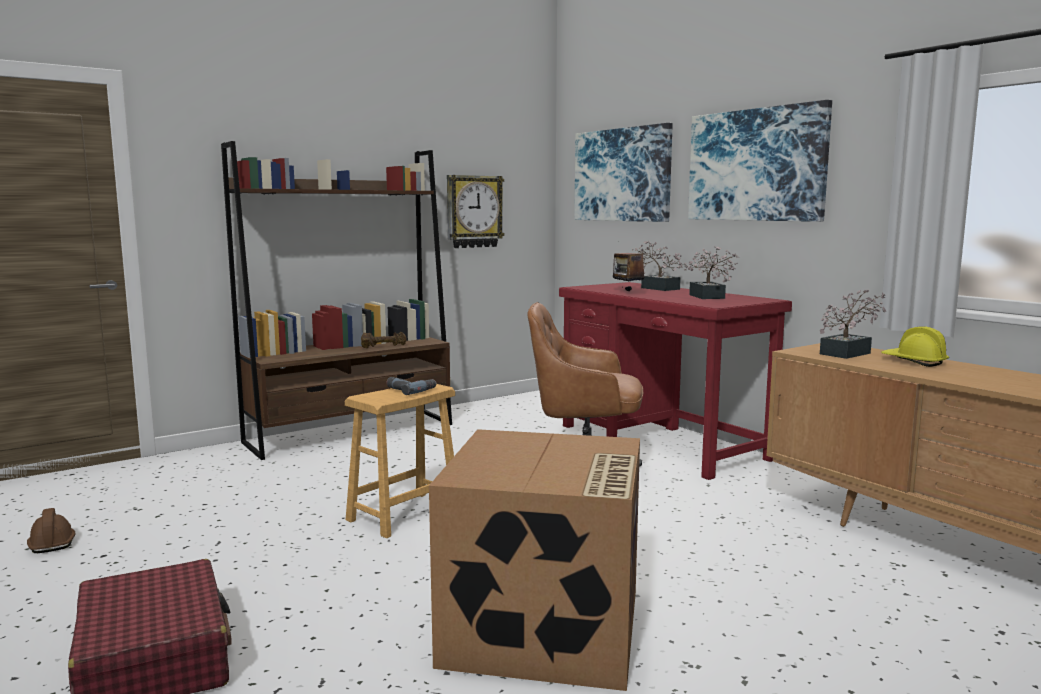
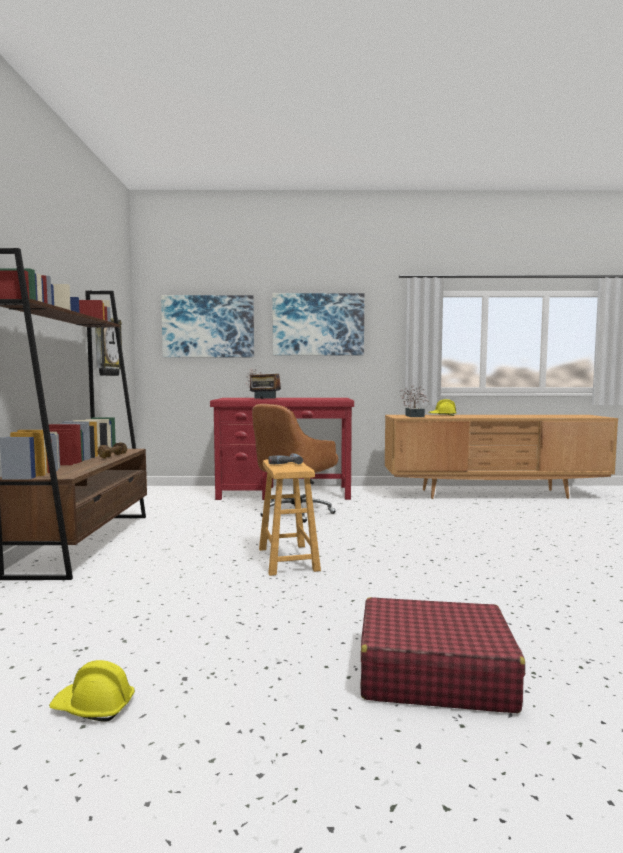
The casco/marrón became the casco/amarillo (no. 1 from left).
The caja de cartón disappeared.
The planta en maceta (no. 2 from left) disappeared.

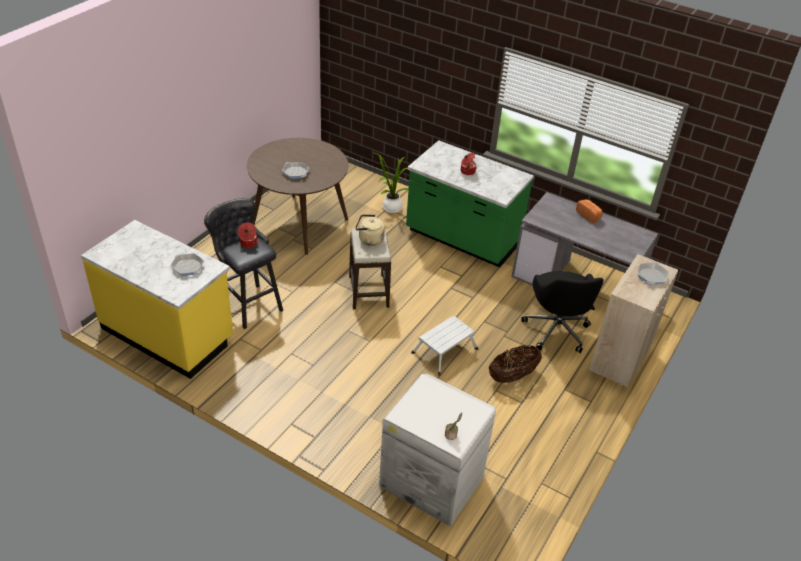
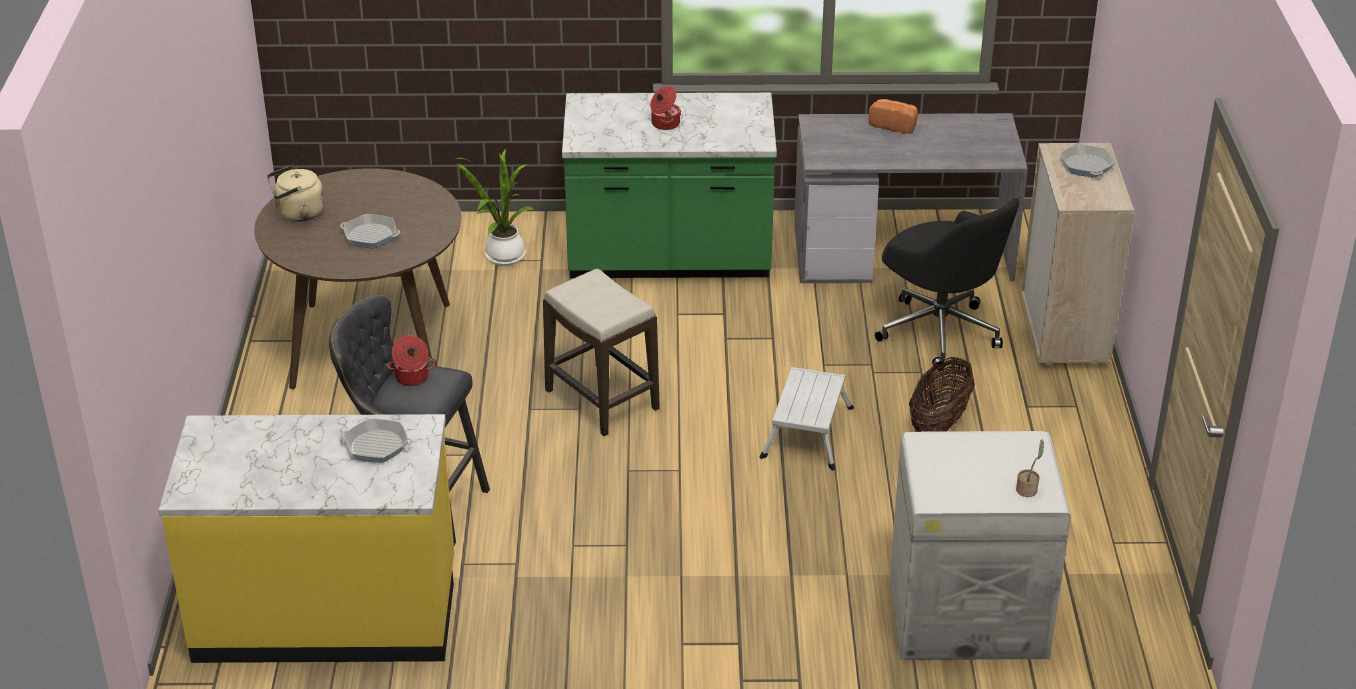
The hervidor/beis moved.

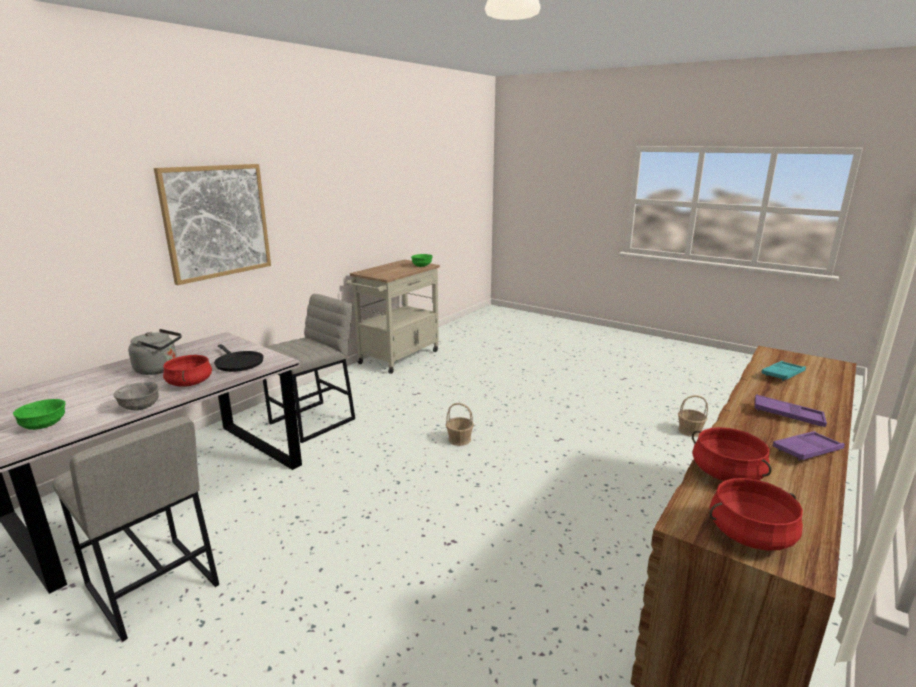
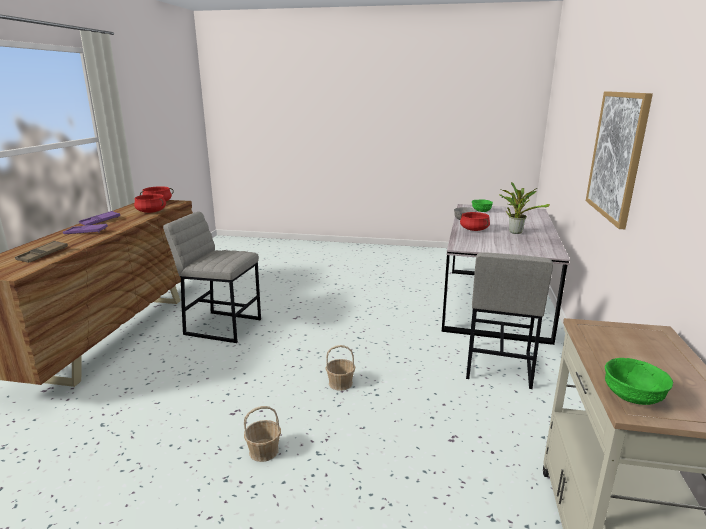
The silla/gris (no. 1 from left) moved.
The hervidor/gris was replaced by the planta en maceta.
The sartén/negro disappeared.
The cesta (no. 2 from left in the first image) moved.
The bandeja/turquesa became the bandeja/marrón.

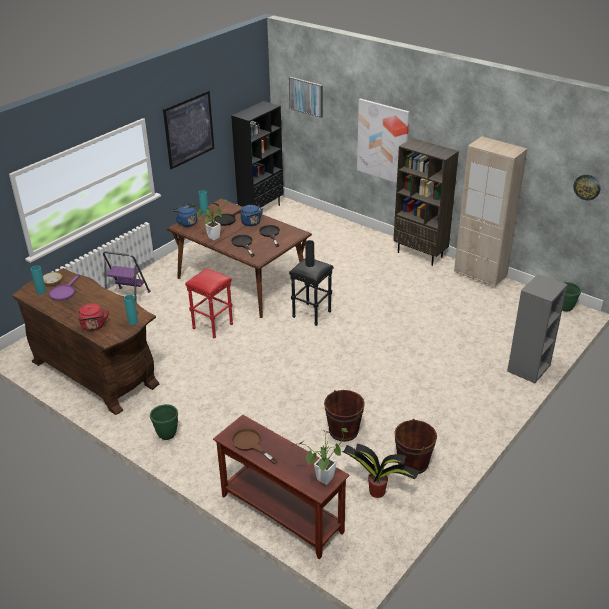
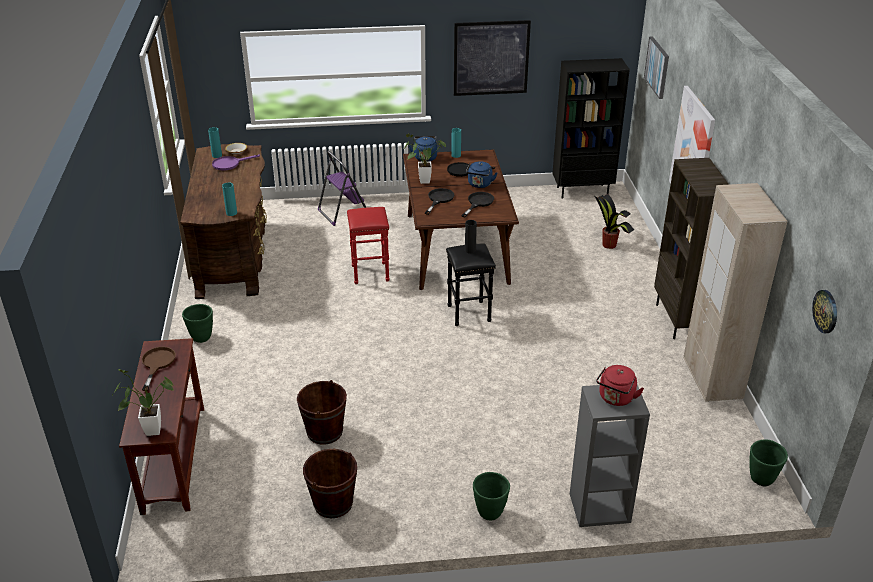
The hervidor/rojo moved.
The planta en maceta (no. 3 from left) moved.
The maceta/verde (no. 2 from left) appeared.

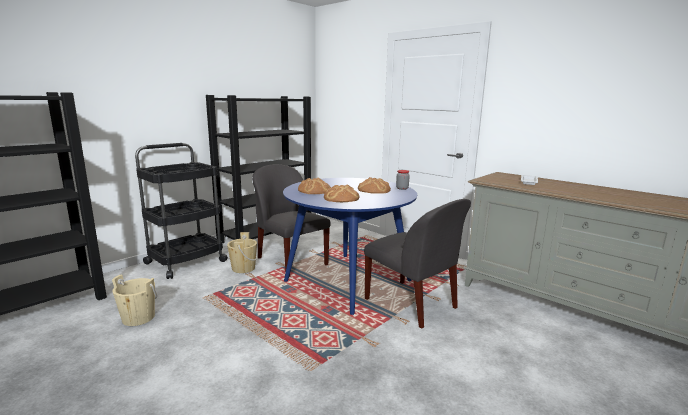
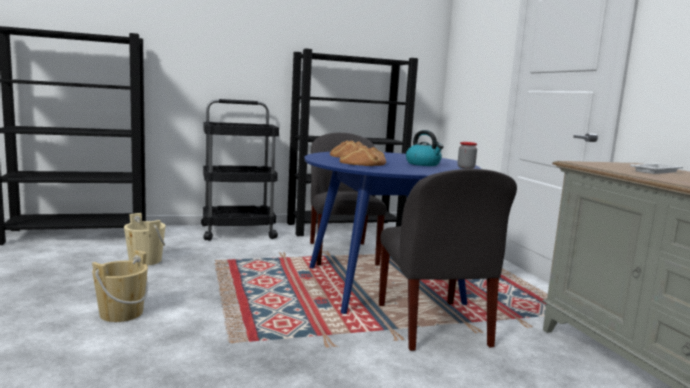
The cubo/beis (no. 2 from left in the first image) moved.
The pan (no. 3 from left) was replaced by the hervidor.

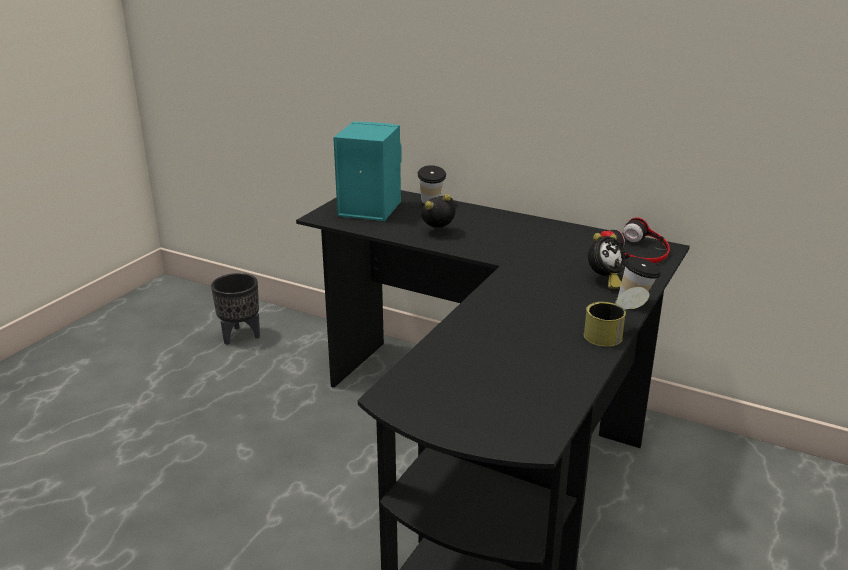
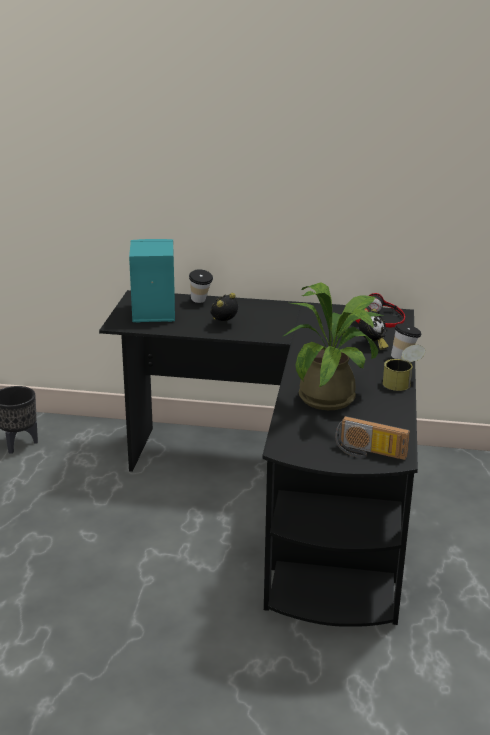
The planta en maceta appeared.
The radio appeared.

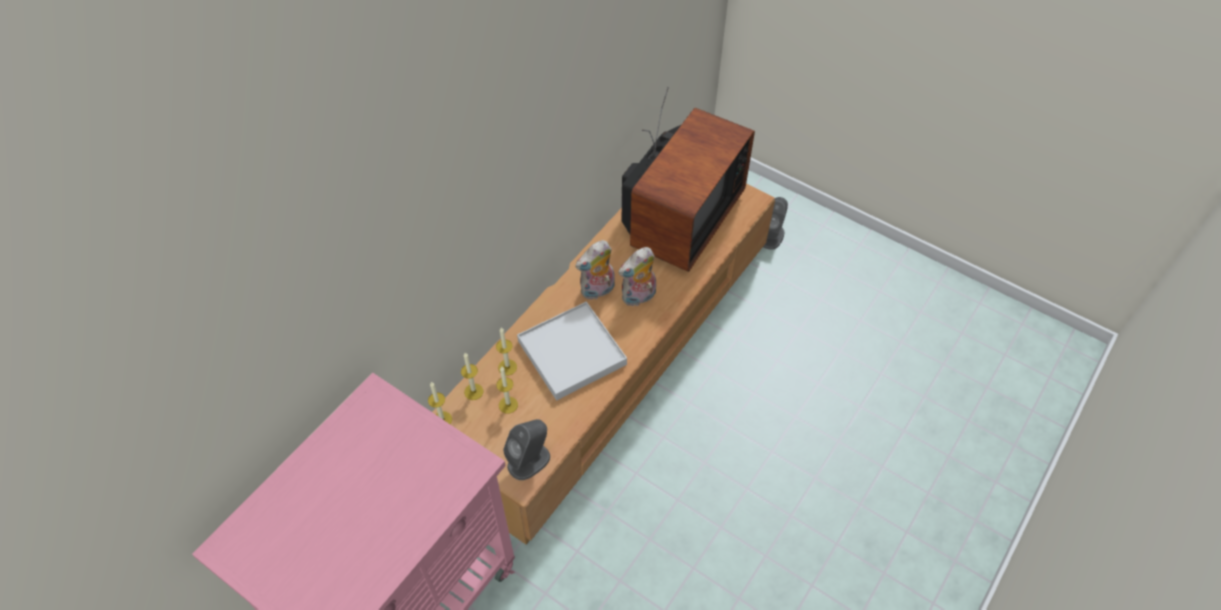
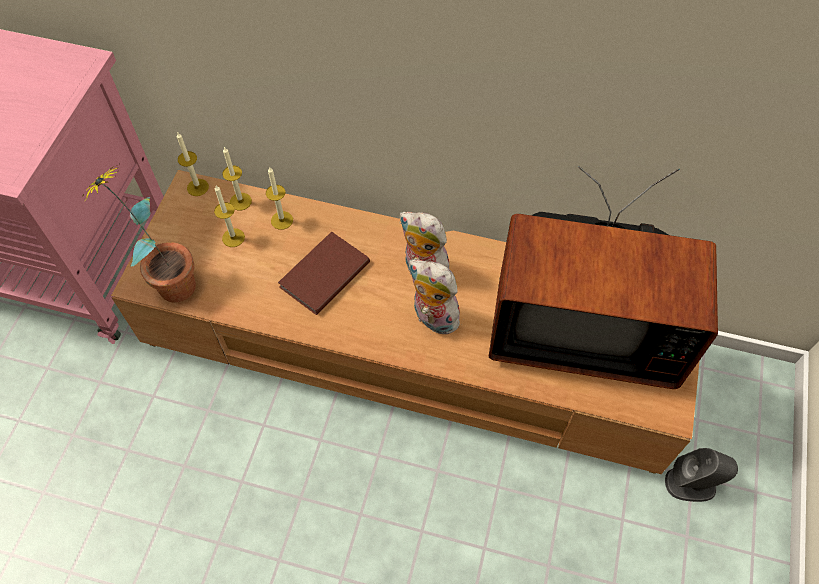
The altavoz/gris (no. 1 from left) was replaced by the planta en maceta.
The bandeja/blanco was replaced by the libro/marrón.

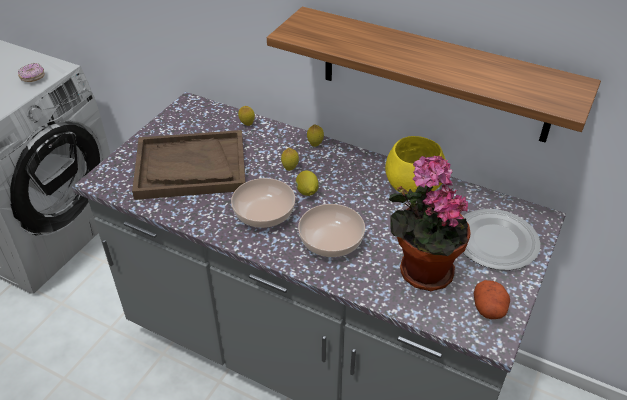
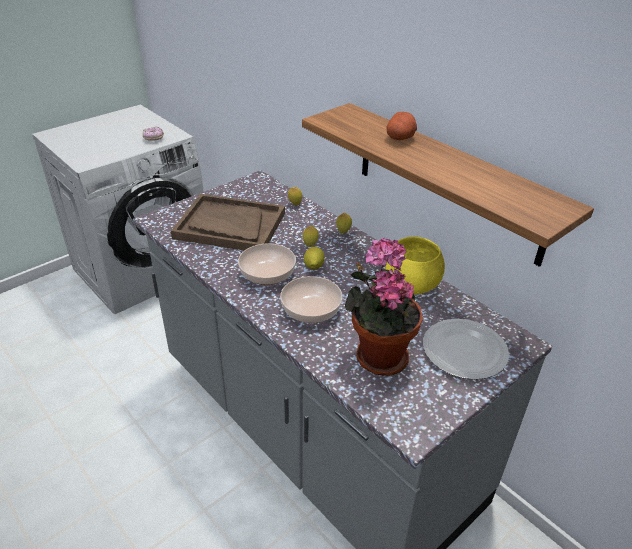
The patata moved.

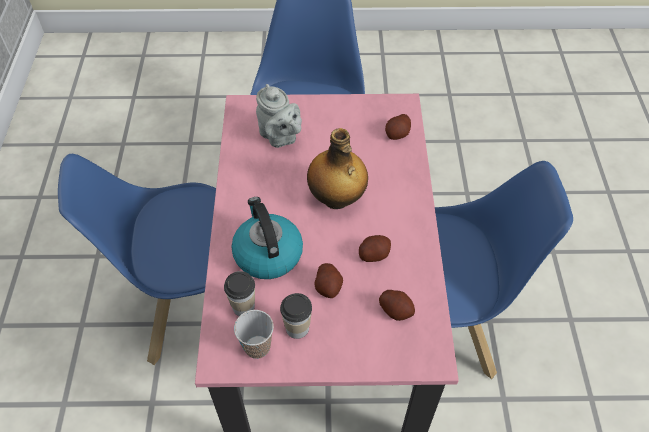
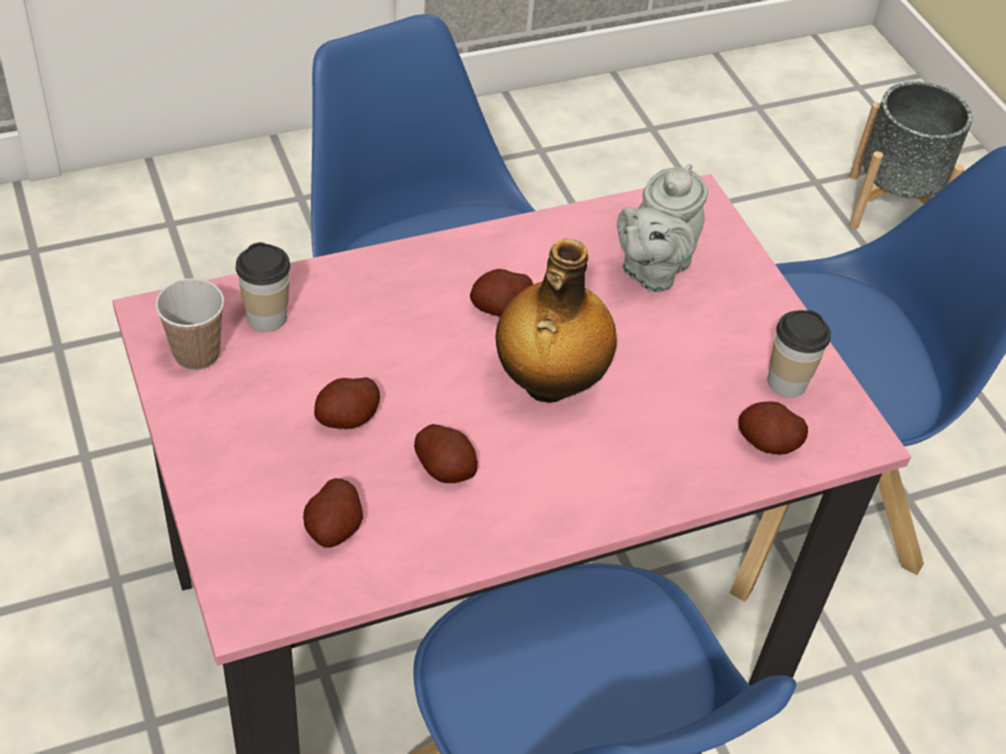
The hervidor disappeared.
The taza (no. 3 from left) moved.
The patata (no. 4 from left) appeared.
The maceta/gris appeared.

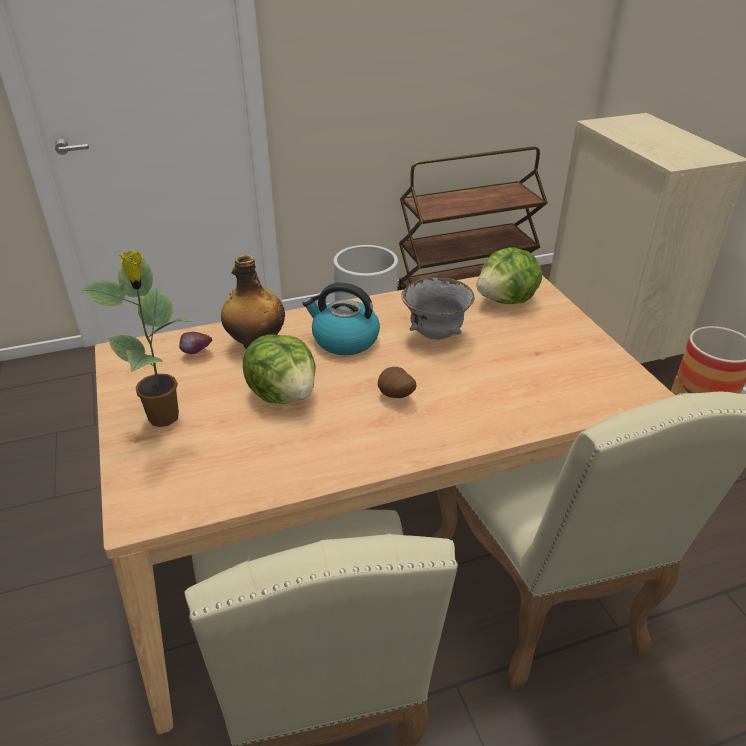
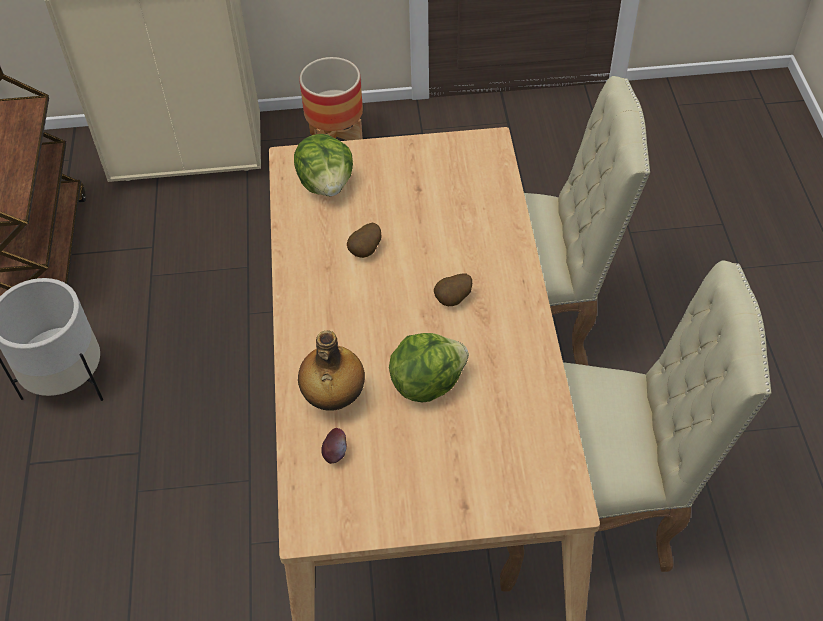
The planta en maceta disappeared.
The hervidor disappeared.
The cuenco/gris was replaced by the patata (no. 1 from left).

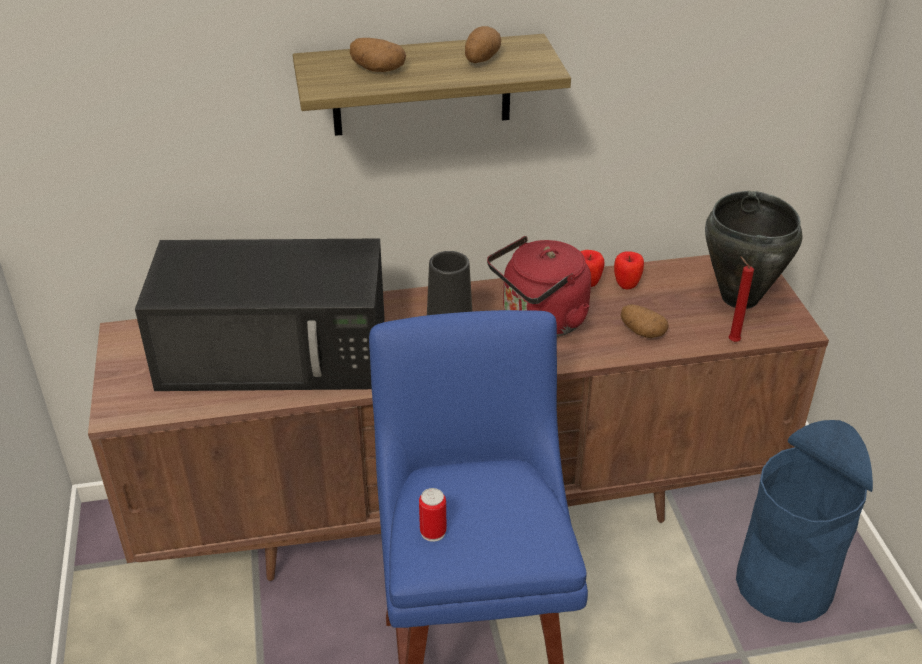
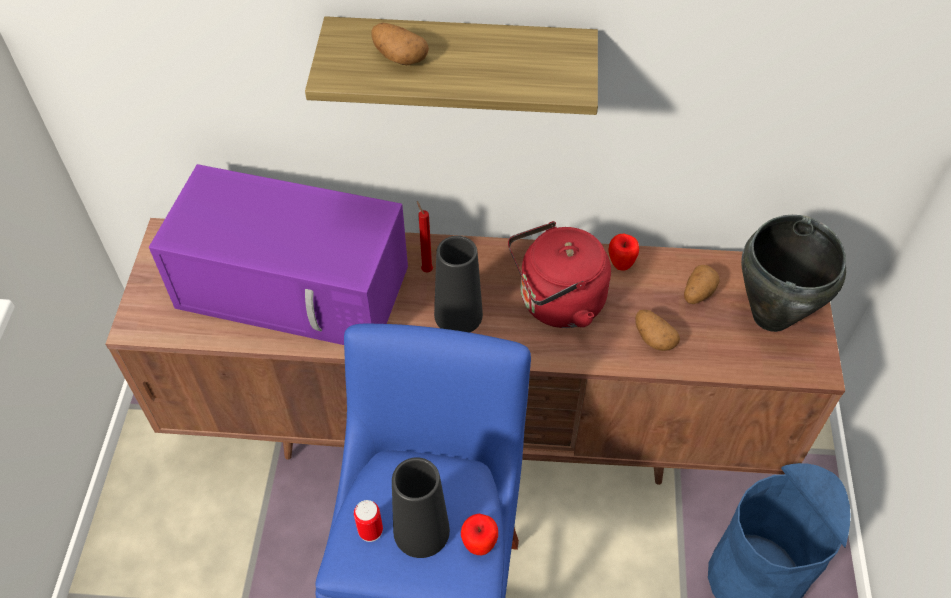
The microondas/negro became the microondas/morado.
The patata (no. 2 from left in the first image) moved.
The manzana (no. 2 from left in the first image) moved.
The vela/rojo moved.
The florero/negro (no. 1 from left) appeared.

